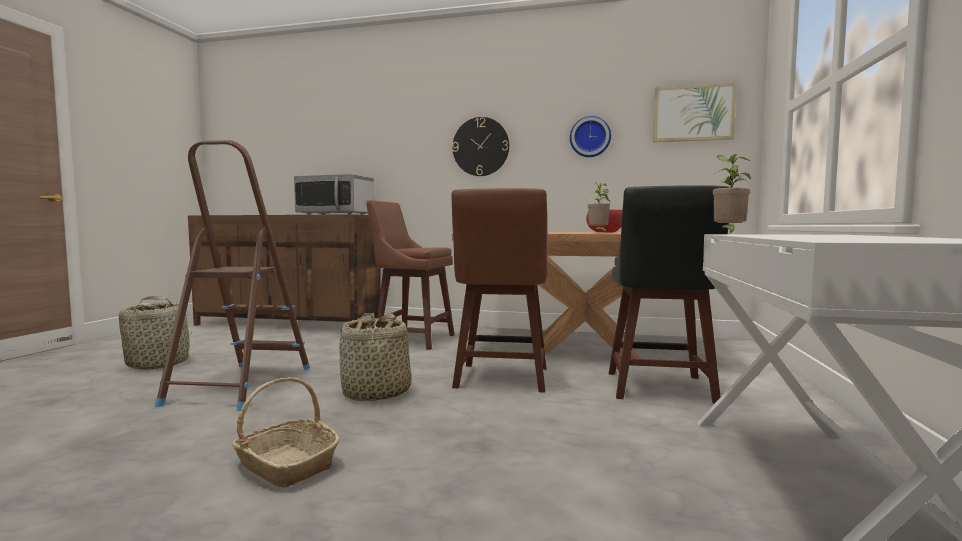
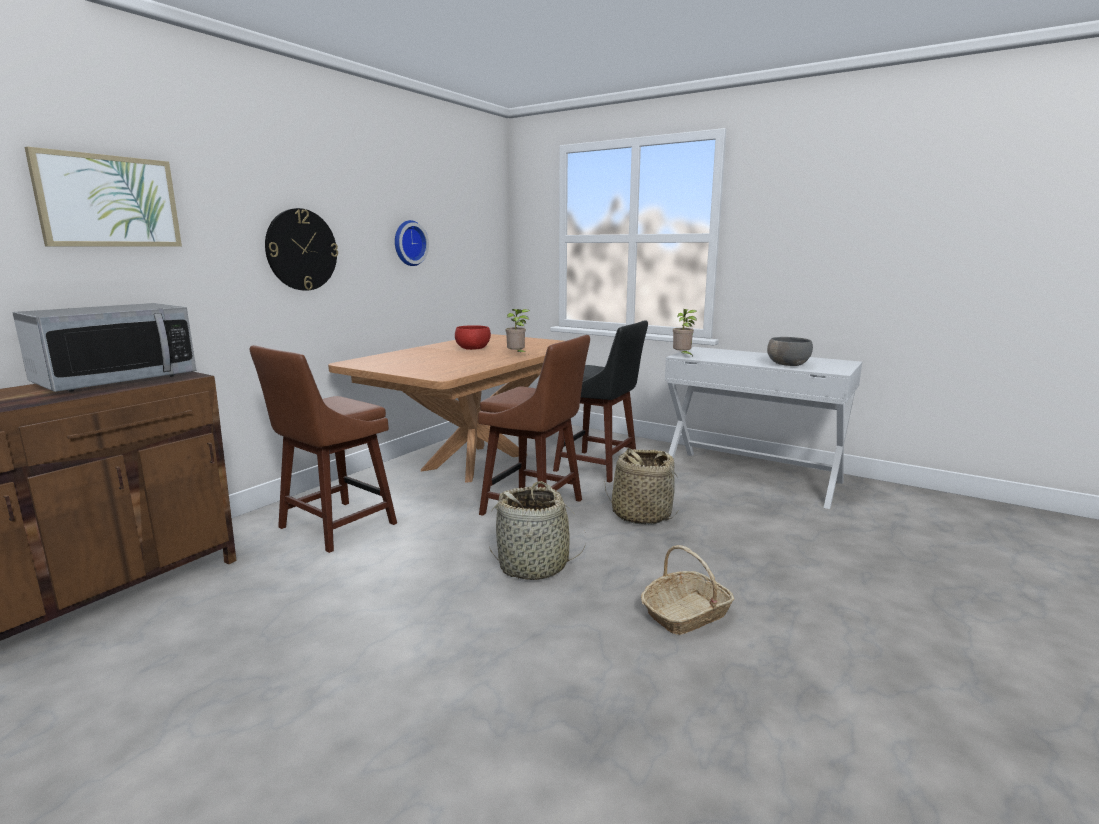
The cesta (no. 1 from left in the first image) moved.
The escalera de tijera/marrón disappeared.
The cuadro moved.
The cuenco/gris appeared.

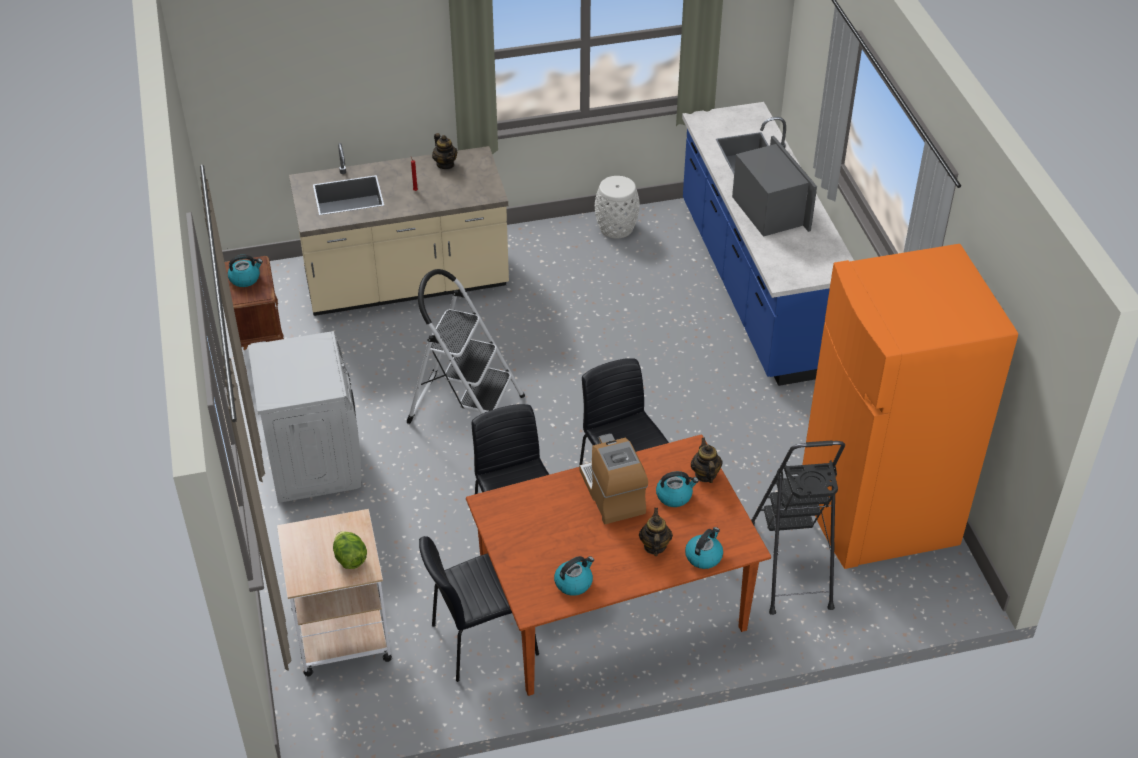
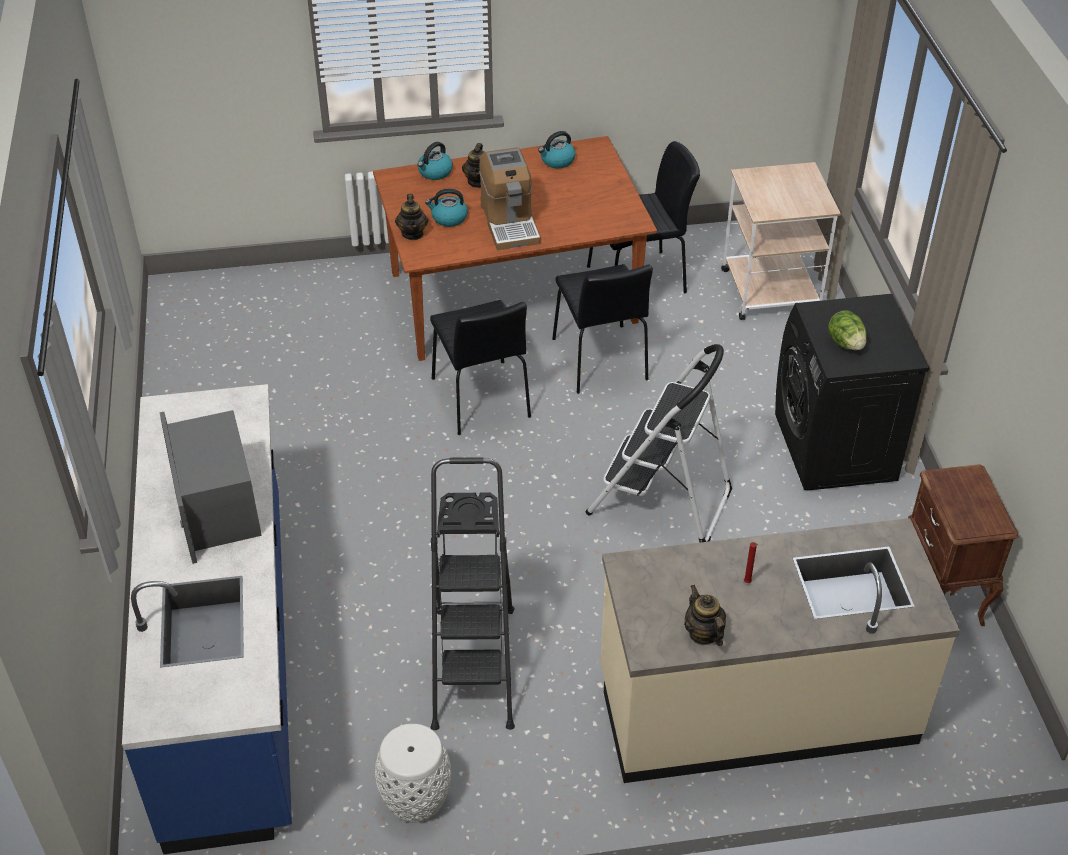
The hervidor (no. 1 from left) disappeared.
The lavadora/blanco became the lavadora/negro.
The lechuga moved.
The escalera de tijera (no. 2 from left in the first image) moved.
The nevera/naranja disappeared.

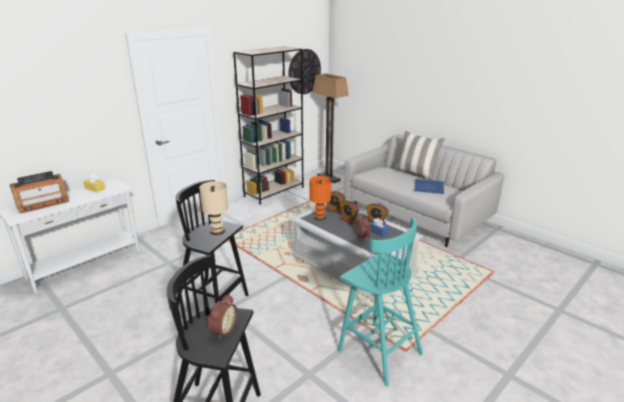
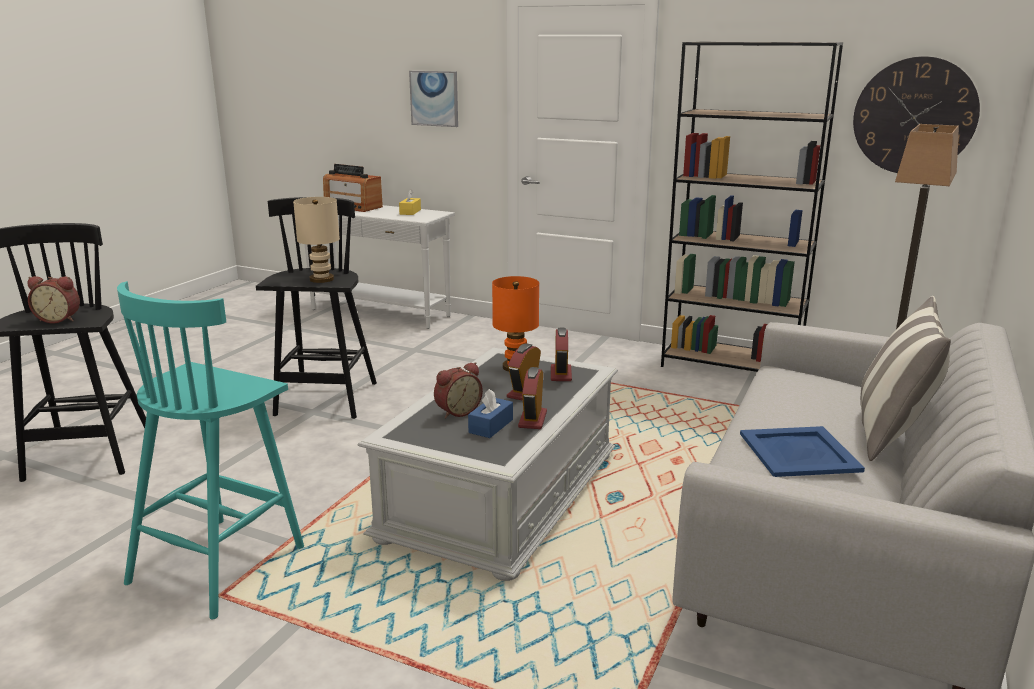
The cuadro appeared.

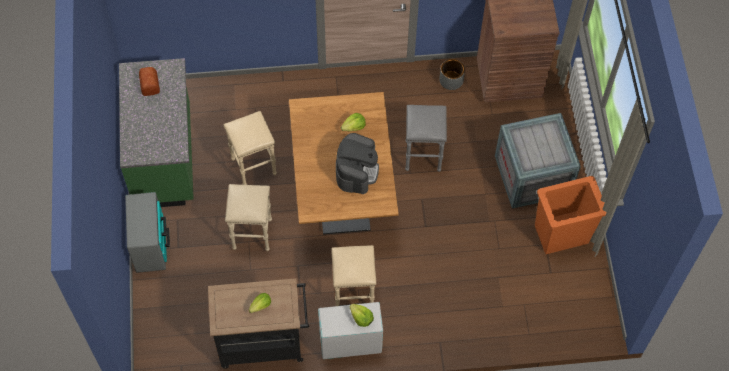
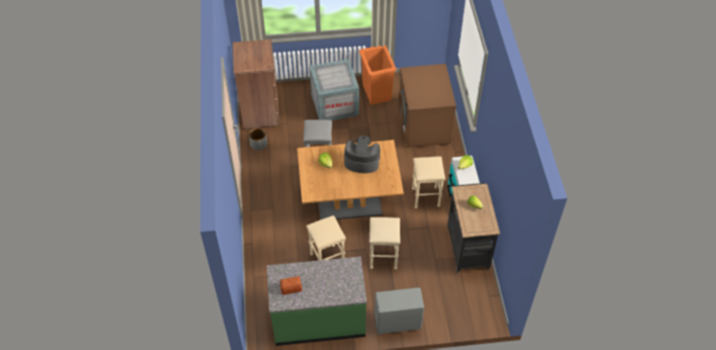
The lavadora/marrón appeared.

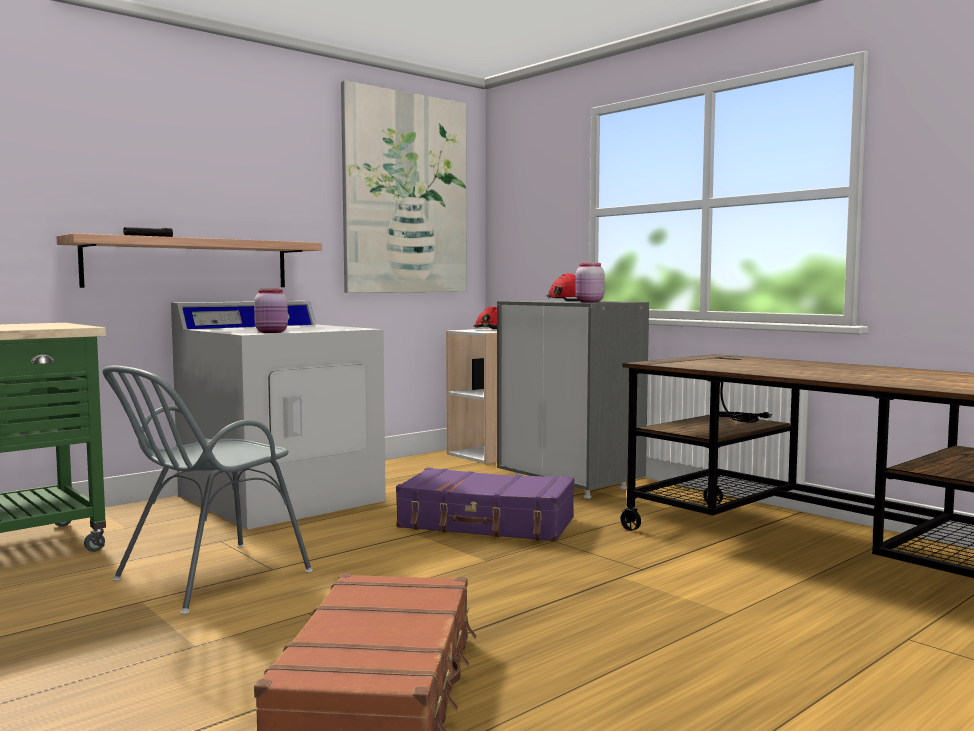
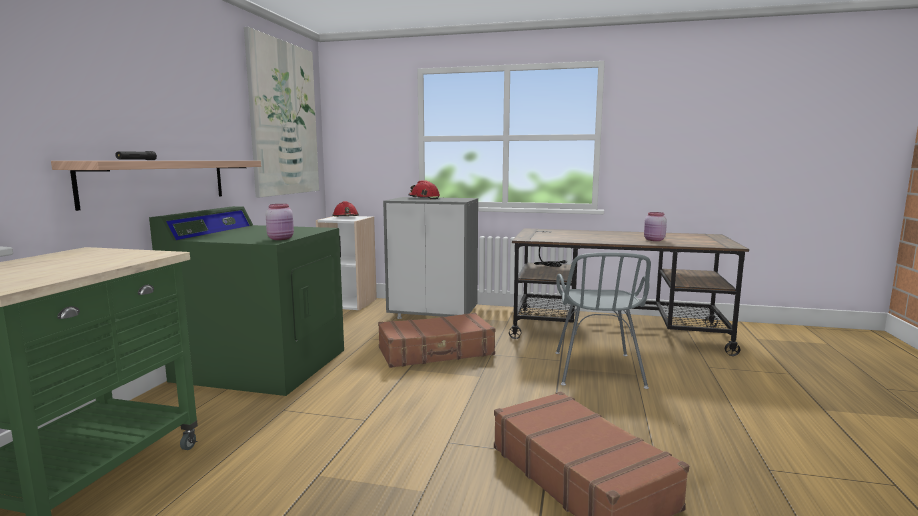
The silla/gris moved.
The lavadora/blanco became the lavadora/verde.
The maleta/morado became the maleta/marrón (no. 1 from left).
The tarro/rosa (no. 2 from left) moved.

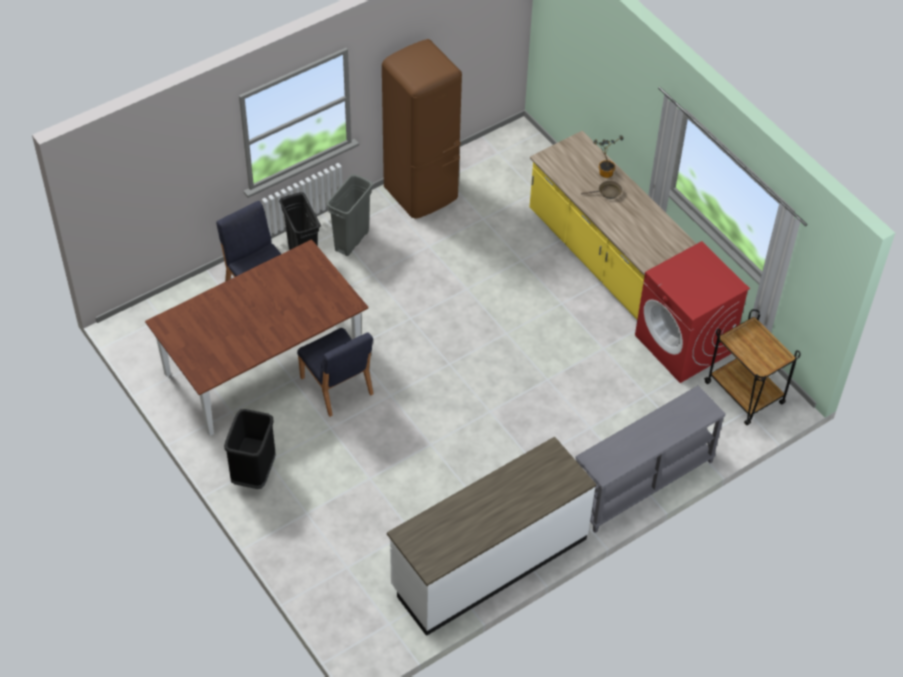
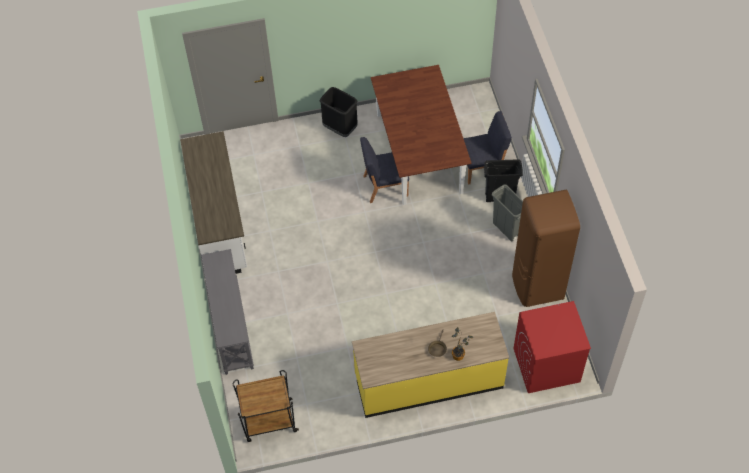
The lavadora/rojo moved.

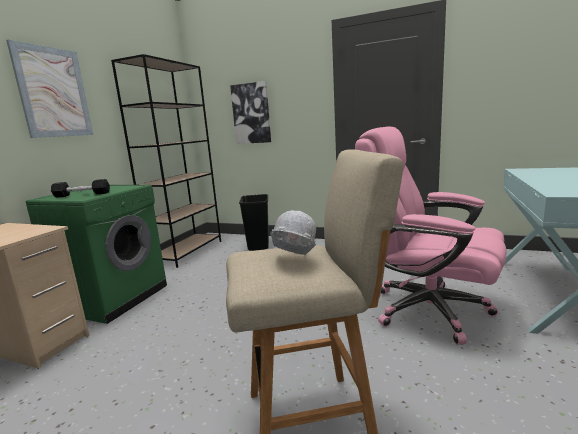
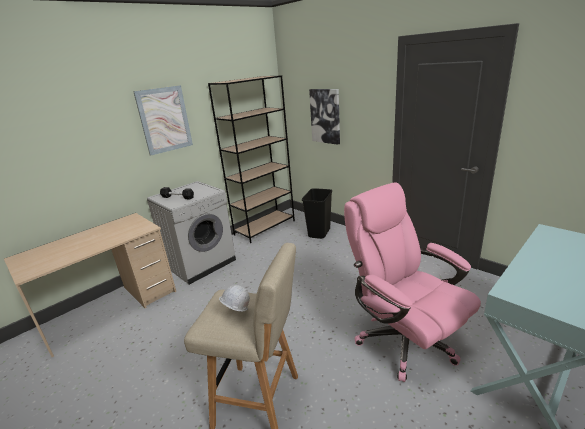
The lavadora/verde became the lavadora/blanco.

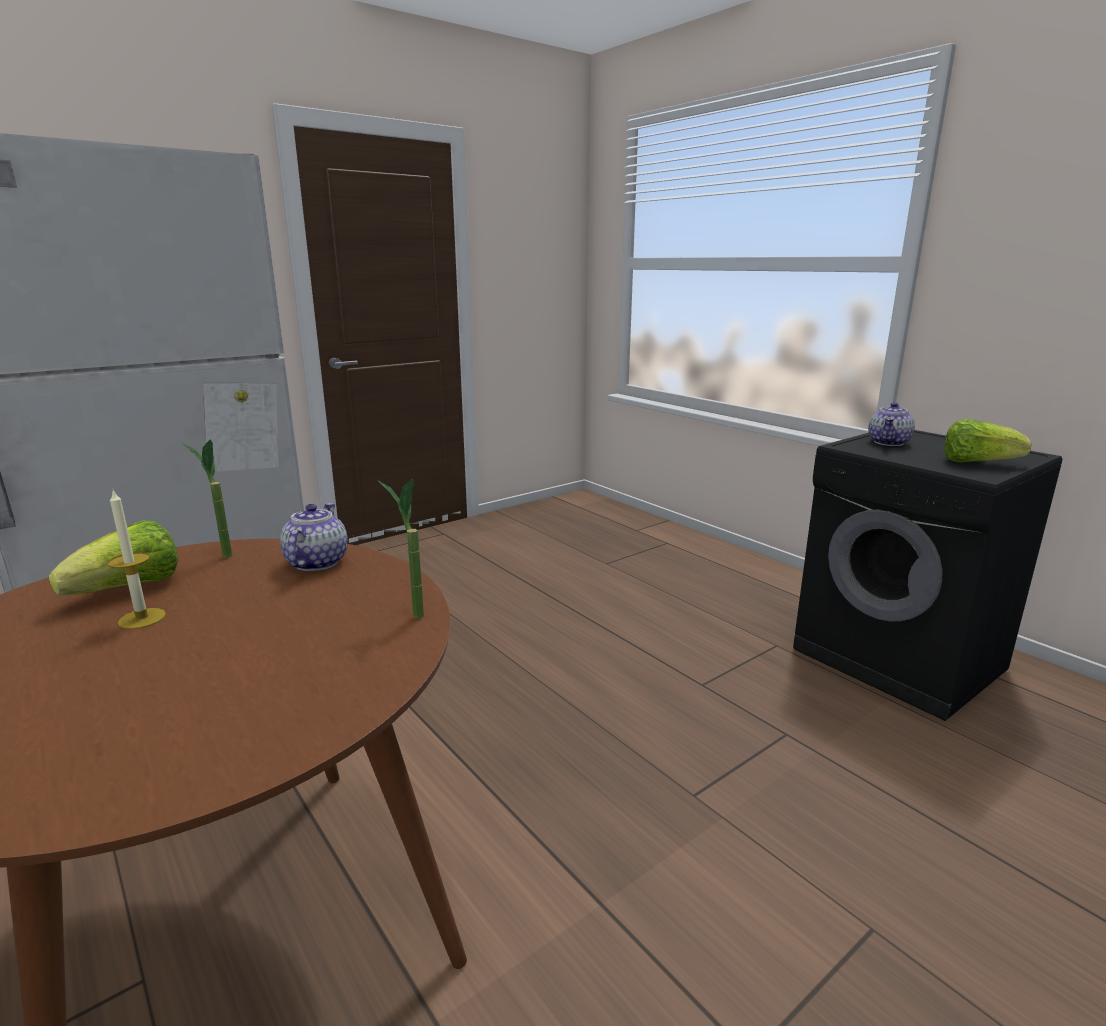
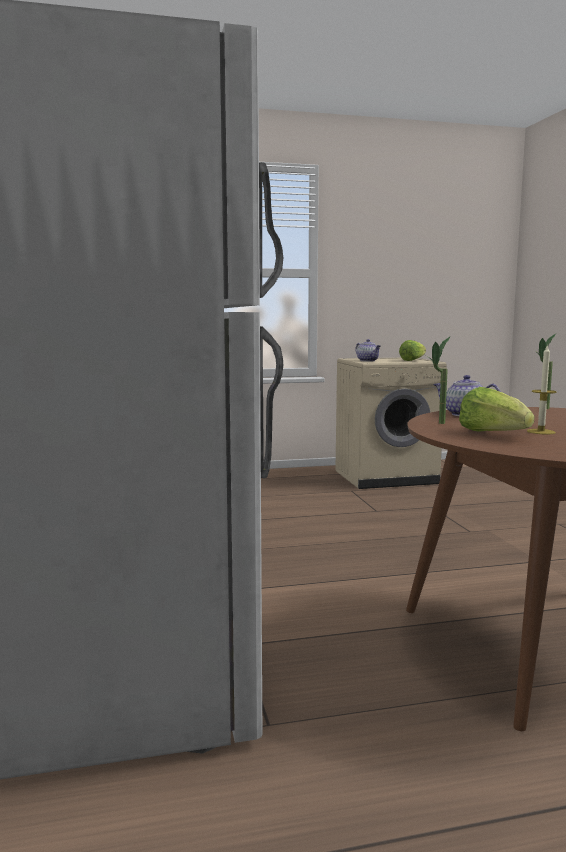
The lavadora/negro became the lavadora/beis.

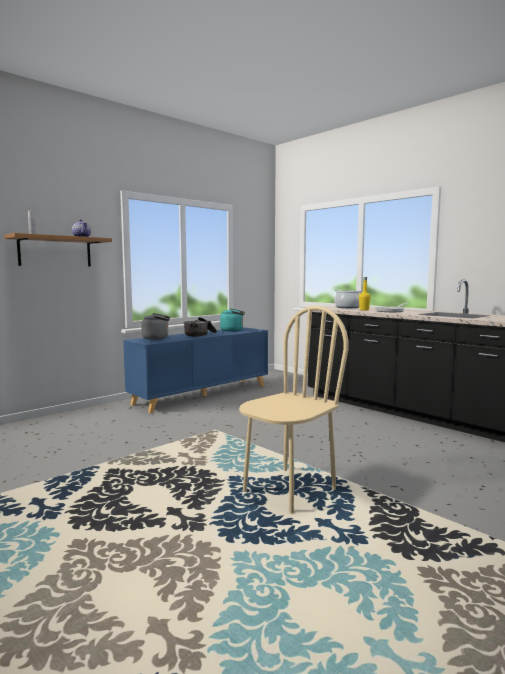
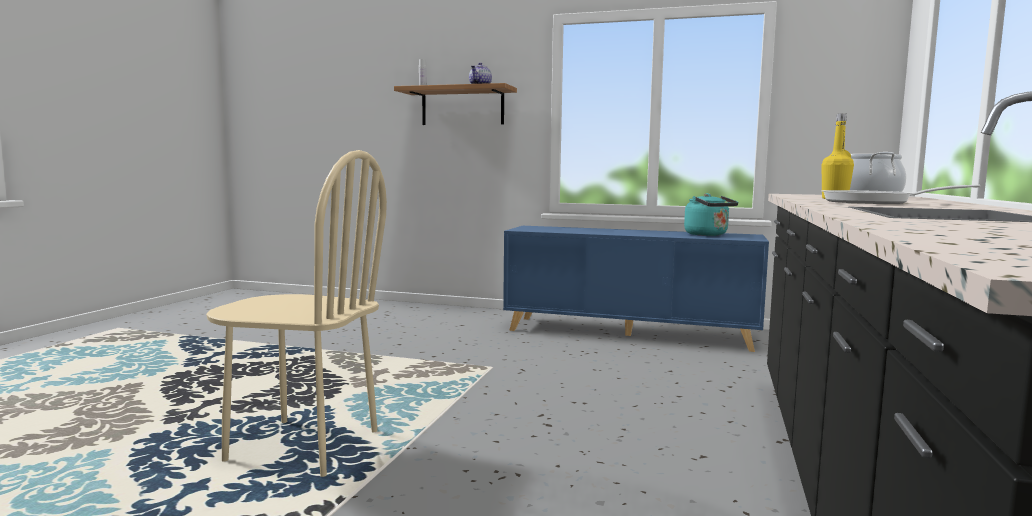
The hervidor/gris disappeared.
The olla (no. 1 from left) disappeared.

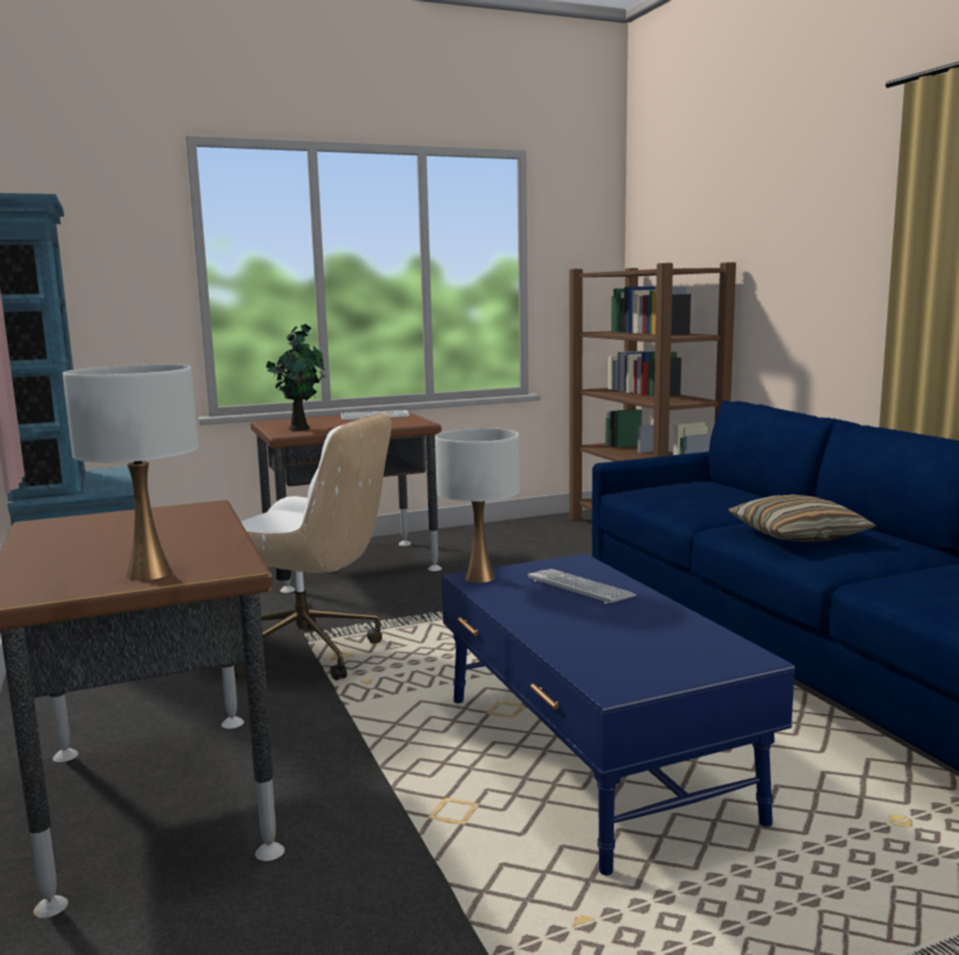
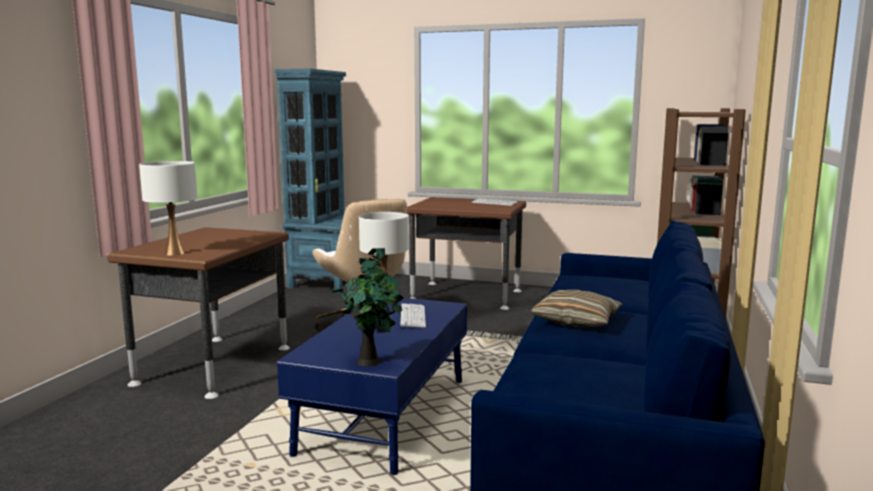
The planta en maceta moved.

